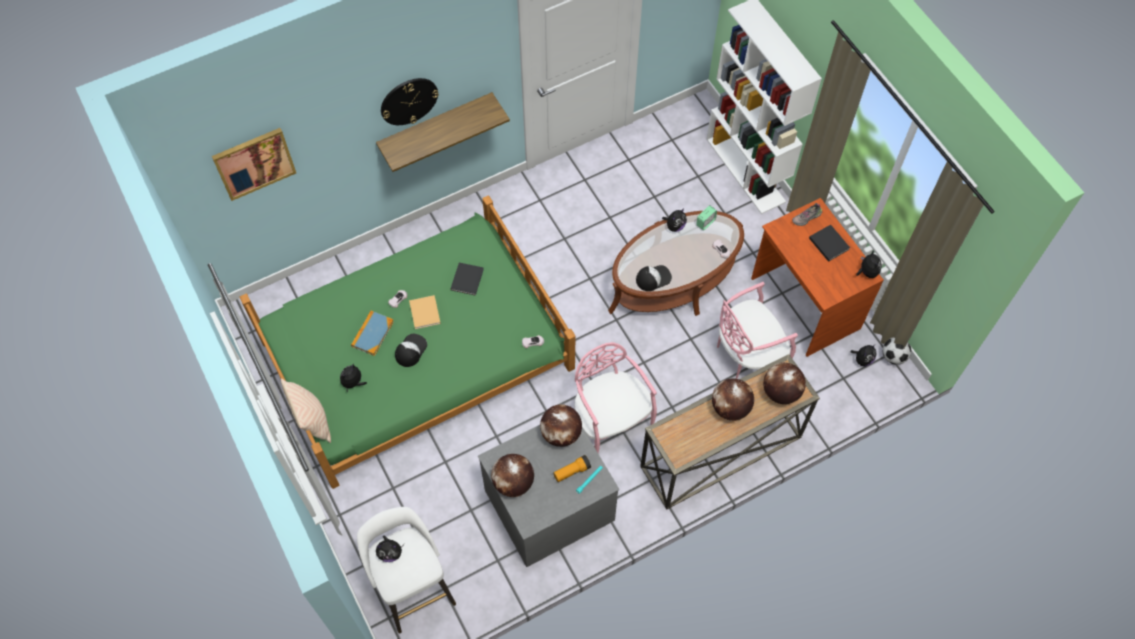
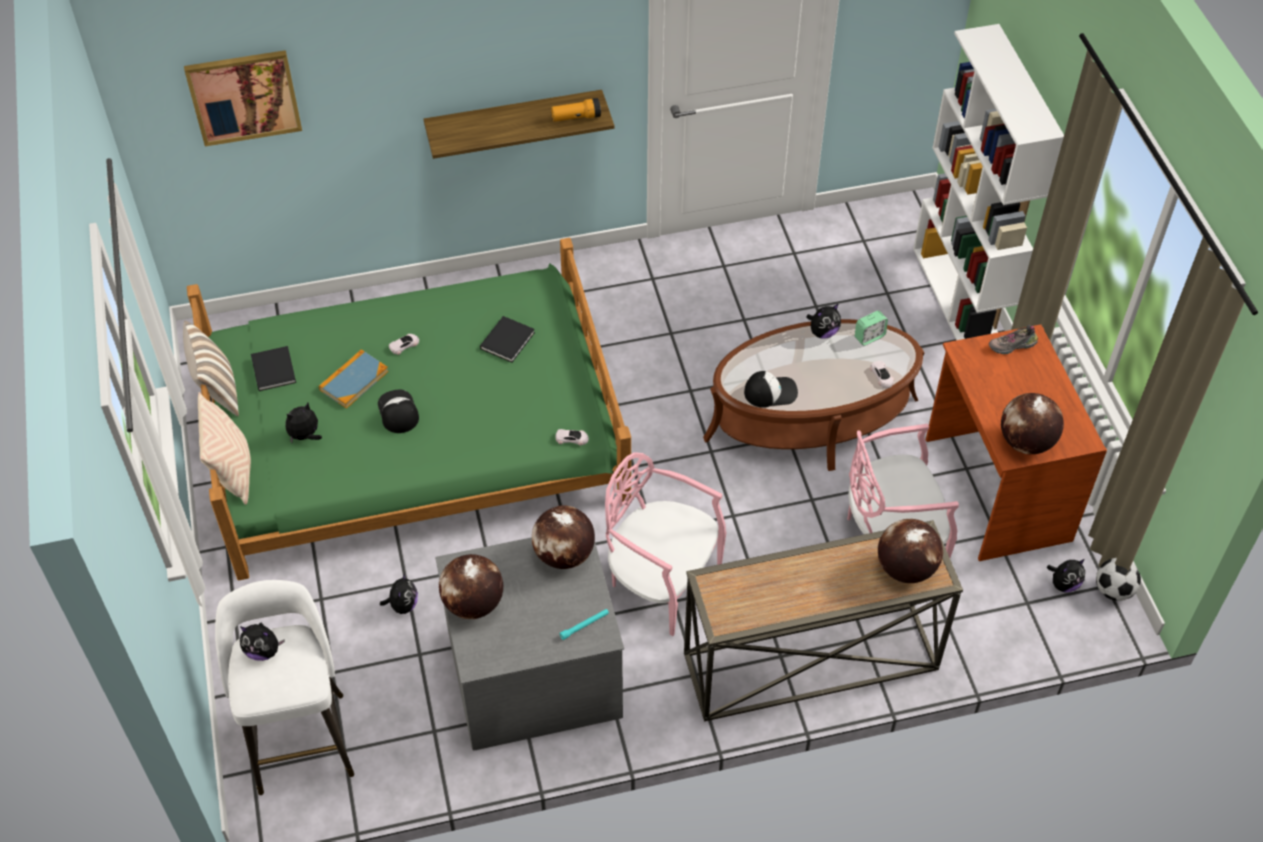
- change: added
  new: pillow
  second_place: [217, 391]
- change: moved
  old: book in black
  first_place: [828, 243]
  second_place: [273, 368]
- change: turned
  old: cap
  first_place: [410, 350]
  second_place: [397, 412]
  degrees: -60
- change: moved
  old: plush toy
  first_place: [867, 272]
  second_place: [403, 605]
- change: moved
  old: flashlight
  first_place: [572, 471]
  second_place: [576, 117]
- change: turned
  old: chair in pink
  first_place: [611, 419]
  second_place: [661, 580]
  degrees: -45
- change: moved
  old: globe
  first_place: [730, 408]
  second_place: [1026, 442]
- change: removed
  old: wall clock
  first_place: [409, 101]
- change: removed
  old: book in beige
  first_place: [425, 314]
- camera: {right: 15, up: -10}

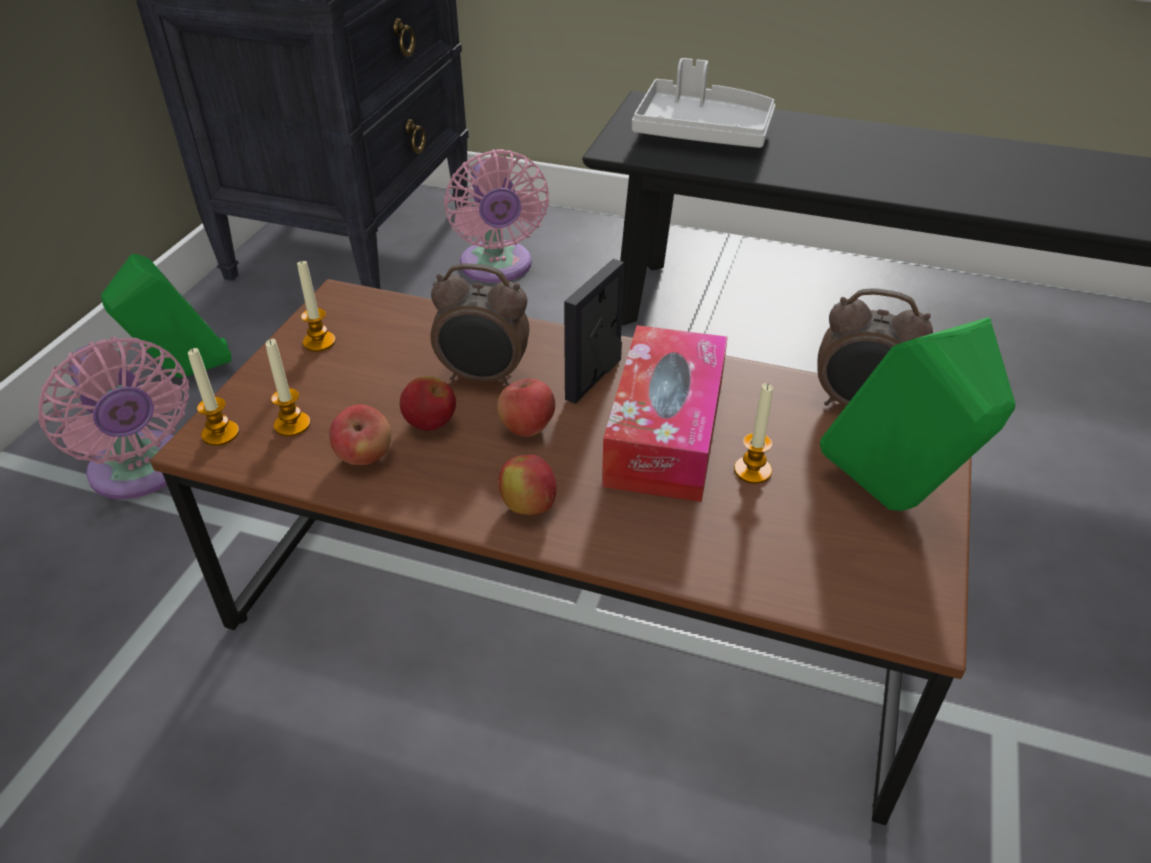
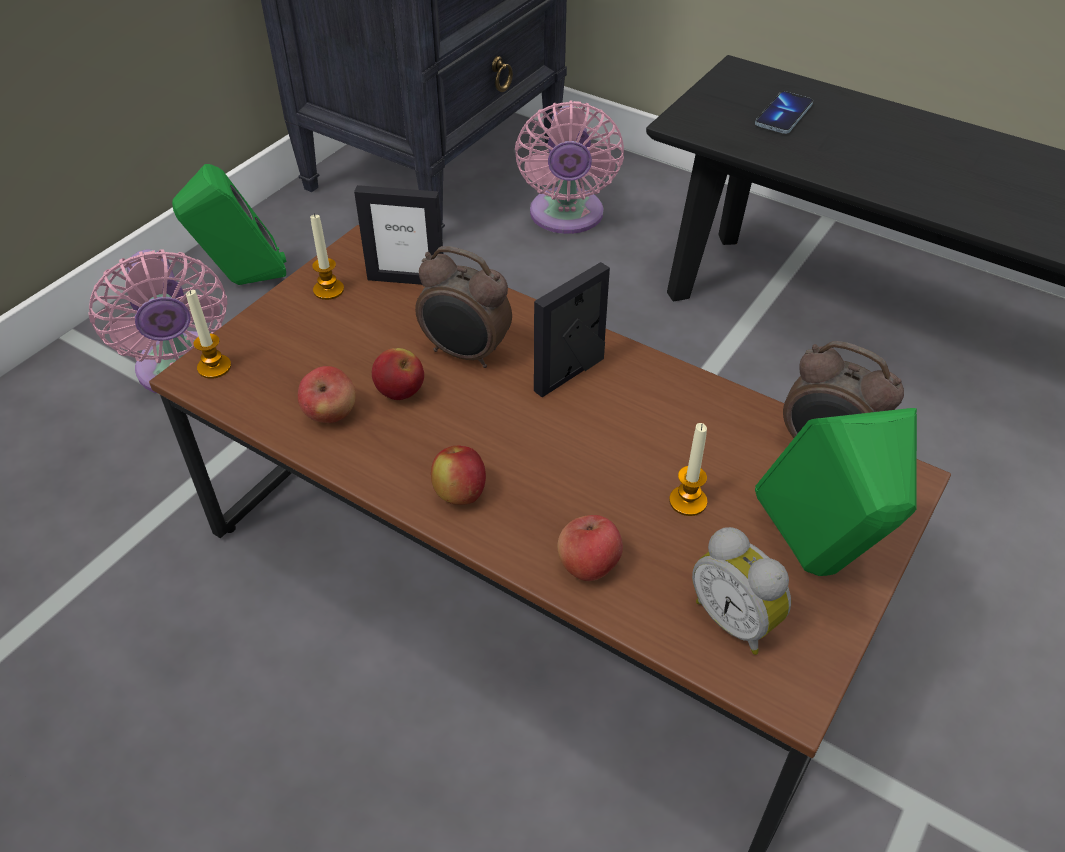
- change: added
  new: picture frame
  second_place: [406, 279]
- change: moved
  old: apple
  first_place: [527, 427]
  second_place: [588, 565]
- change: added
  new: alarm clock
  second_place: [736, 619]
- change: replaced
  old: tray in white
  new: phone
  first_place: [702, 132]
  second_place: [783, 115]
- change: removed
  old: candle
  first_place: [292, 425]
- change: removed
  old: tissue box
  first_place: [665, 432]
- camera: {right: 15, up: 5}

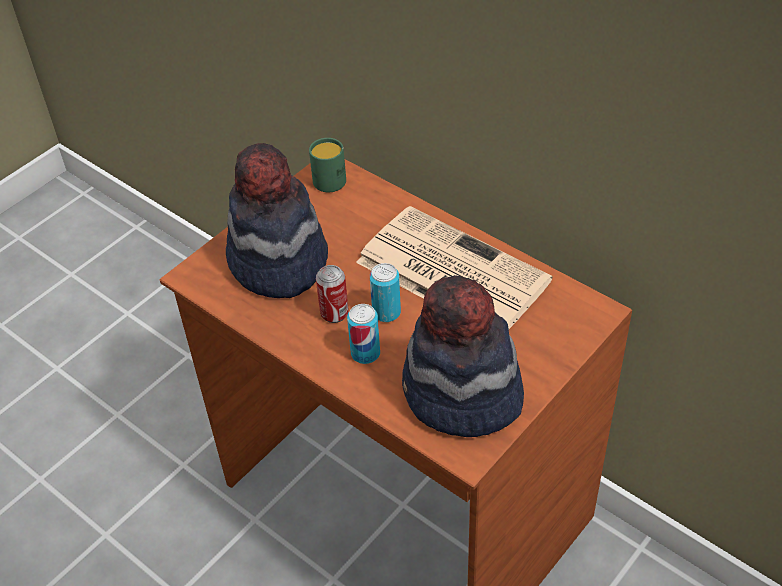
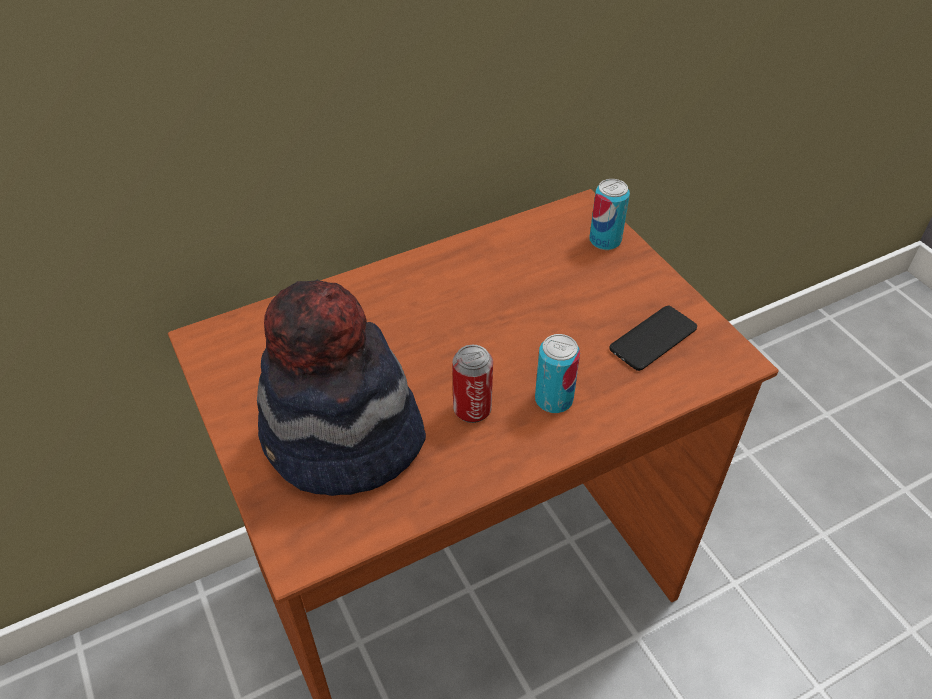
- change: moved
  old: can
  first_place: [386, 312]
  second_place: [605, 241]
- change: replaced
  old: hat
  new: phone
  first_place: [461, 395]
  second_place: [653, 338]
- change: removed
  old: mug in green
  first_place: [328, 177]
- change: removed
  old: newspaper
  first_place: [449, 271]
- camera: {right: -70, up: 0}

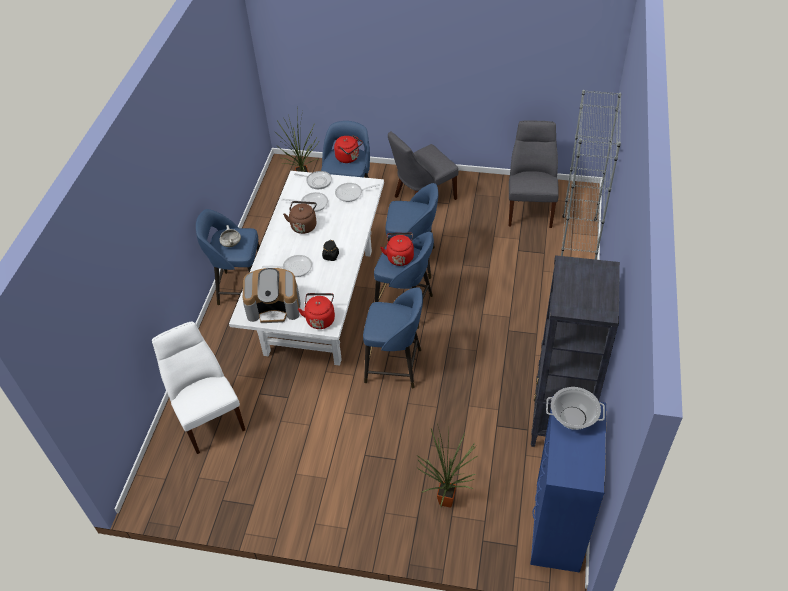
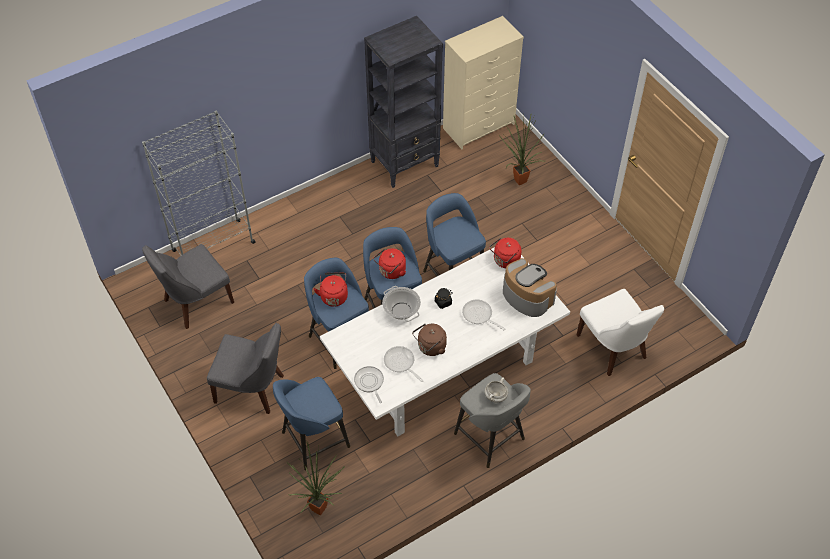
- change: moved
  old: kettle in red
  first_place: [349, 158]
  second_place: [333, 296]
- change: moved
  old: cooking pot
  first_place: [573, 417]
  second_place: [401, 311]
- change: recoloured
  old: dresser in blue
  new: dresser in beige
  first_place: [557, 527]
  second_place: [479, 126]
- change: recoloured
  old: stool in blue
  new: stool in grey
  first_place: [241, 288]
  second_place: [490, 438]
- change: turned
  old: chair in white
  first_place: [208, 417]
  second_place: [613, 349]
  degrees: -45
- change: removed
  old: frying pan
  first_place: [351, 194]
- camera: {right: -135, up: 5}

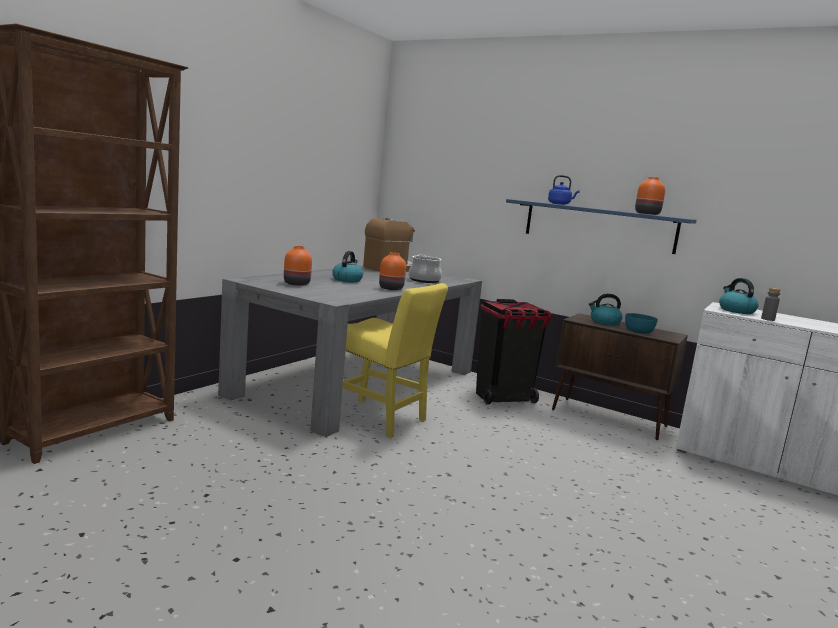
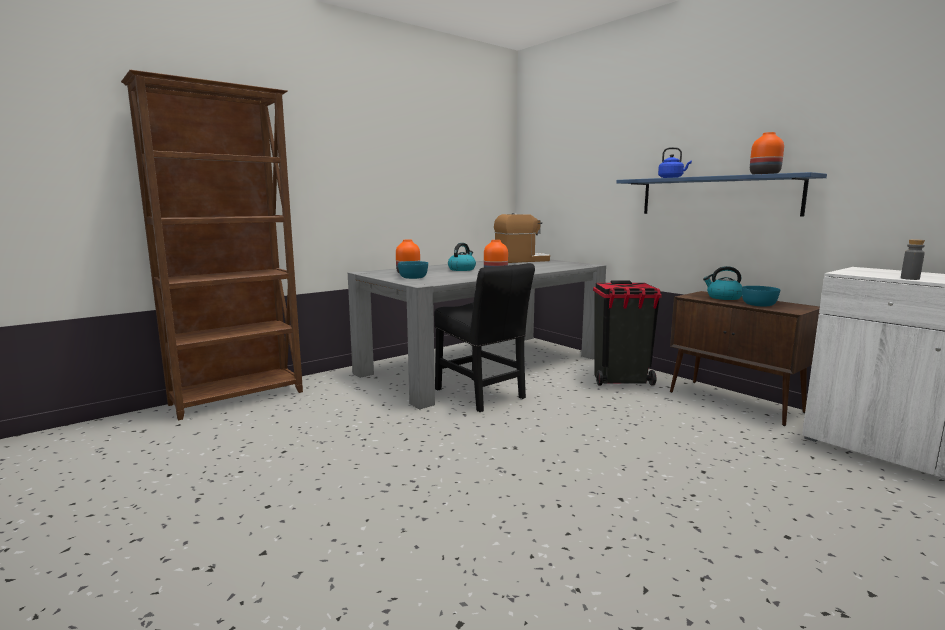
- change: added
  new: bowl in turquoise
  second_place: [412, 277]
- change: recoloured
  old: chair in yellow
  new: chair in black
  first_place: [380, 418]
  second_place: [481, 395]
- change: removed
  old: cooking pot
  first_place: [424, 280]
- change: removed
  old: kettle
  first_place: [736, 310]
- camera: {right: 20, up: 0}

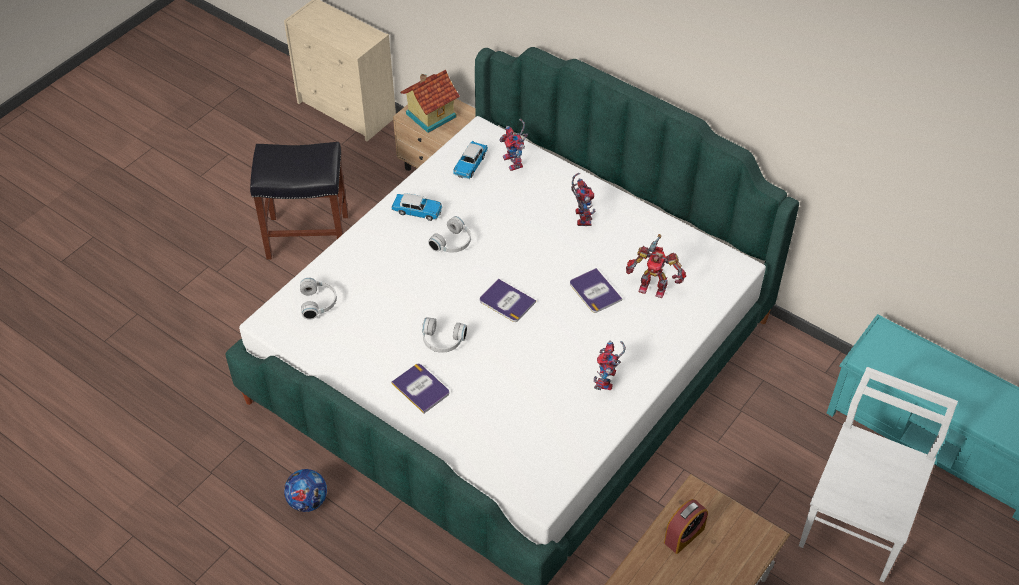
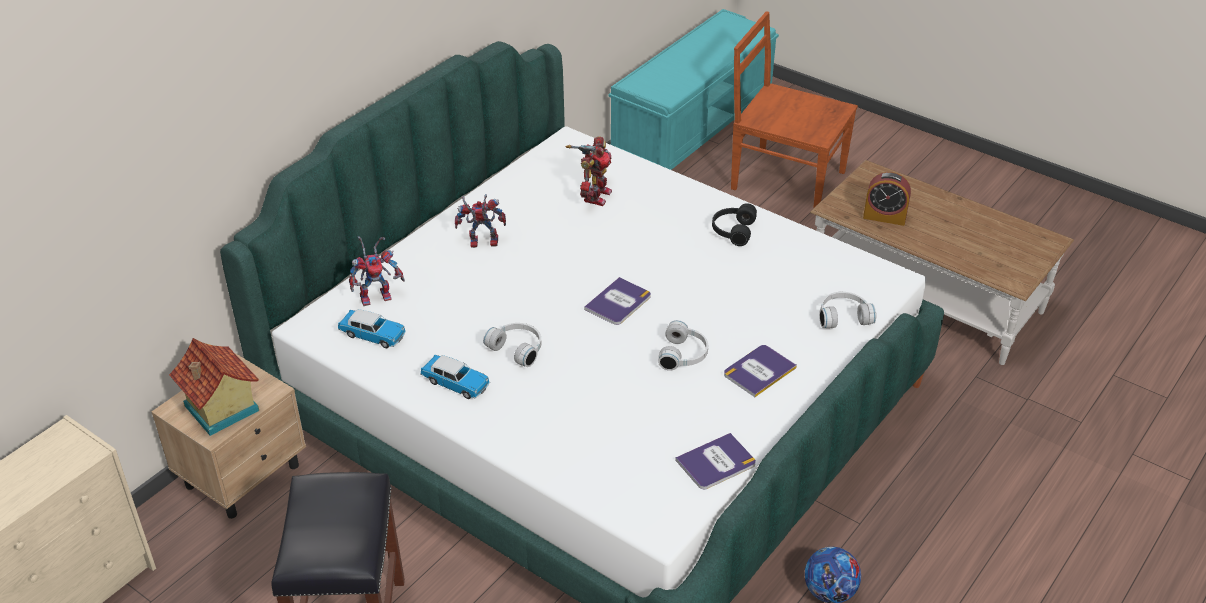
- change: turned
  old: toy car
  first_place: [417, 211]
  second_place: [456, 383]
  degrees: 105
- change: moved
  old: book
  first_place: [595, 291]
  second_place: [716, 462]
- change: replaced
  old: toy robot
  new: headphones in black
  first_place: [607, 382]
  second_place: [732, 231]
- change: recoloured
  old: chair in white
  new: chair in brown
  first_place: [857, 521]
  second_place: [785, 179]
- change: moved
  old: headphones in white
  first_place: [319, 302]
  second_place: [843, 316]
- change: turned
  old: alarm clock
  first_place: [684, 535]
  second_place: [884, 217]
  degrees: 150
- camera: {right: -90, up: -10}

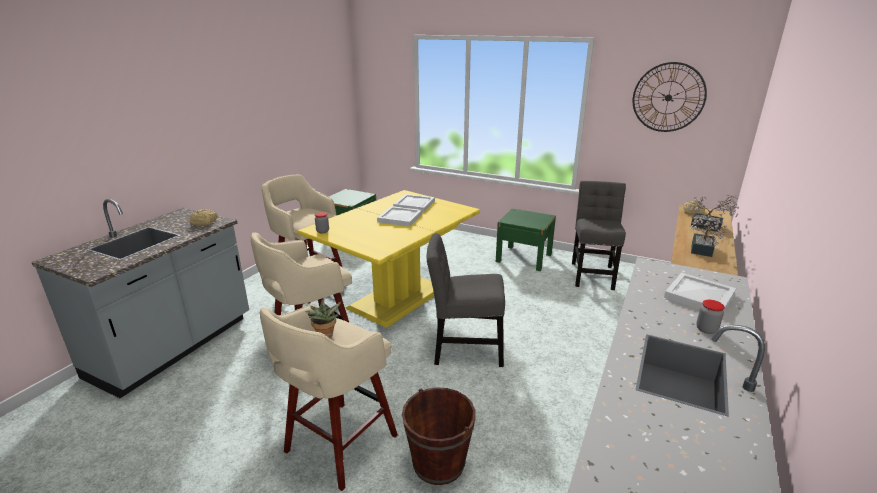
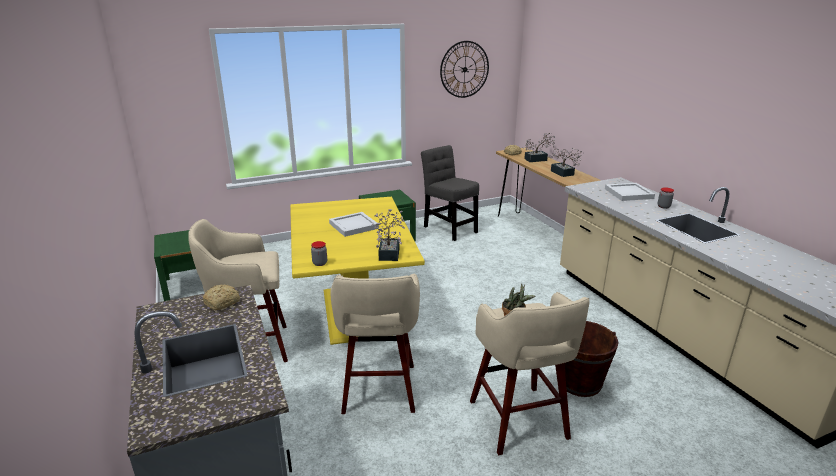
- change: added
  new: potted plant
  second_place: [390, 252]
- change: removed
  old: tray in white
  first_place: [414, 204]
- change: removed
  old: chair in grey
  first_place: [464, 350]
- camera: {right: -50, up: 0}

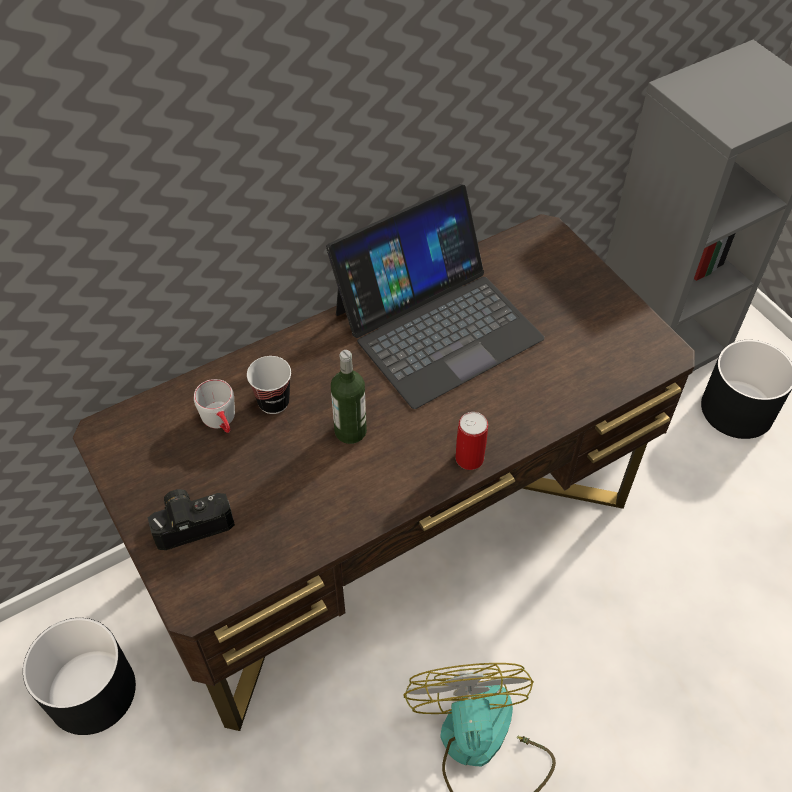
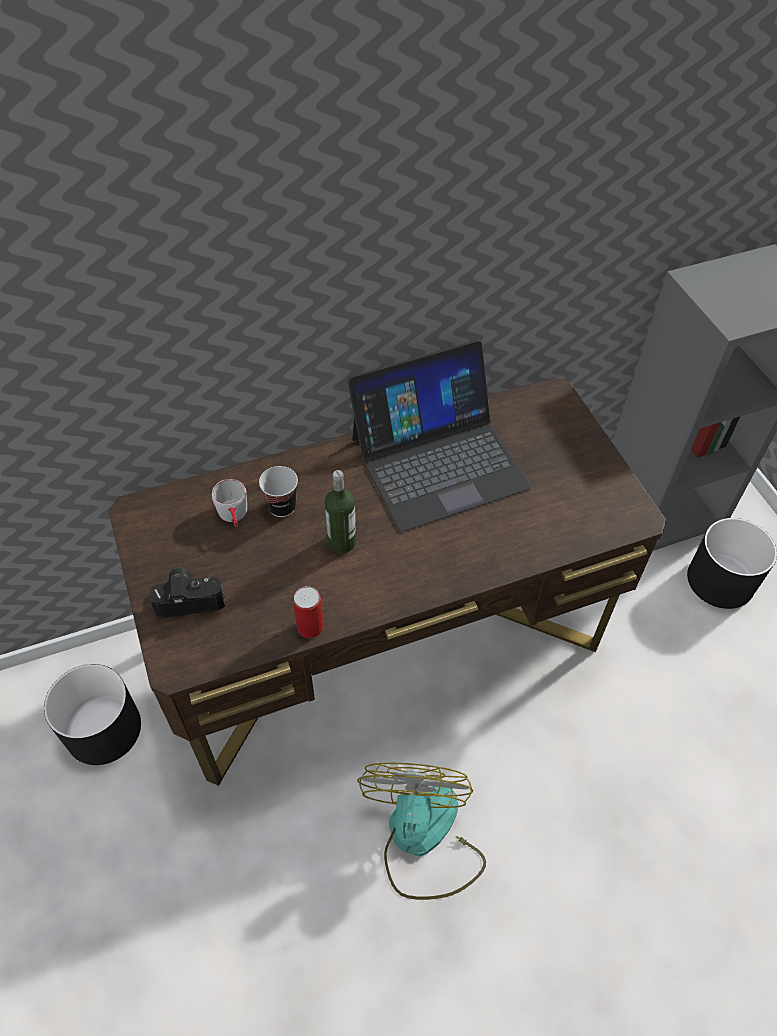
- change: moved
  old: can
  first_place: [469, 458]
  second_place: [310, 627]
- camera: {right: 10, up: 0}

